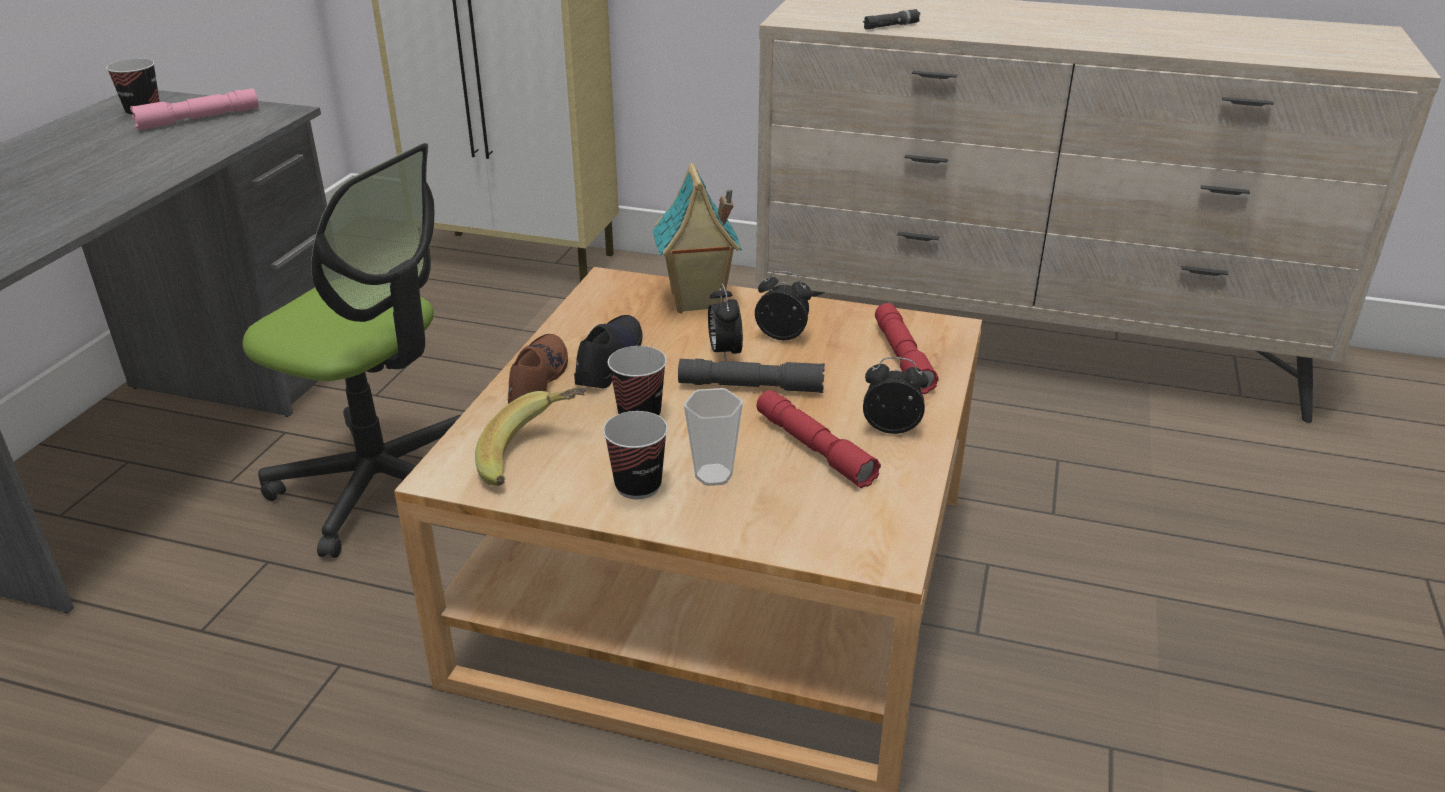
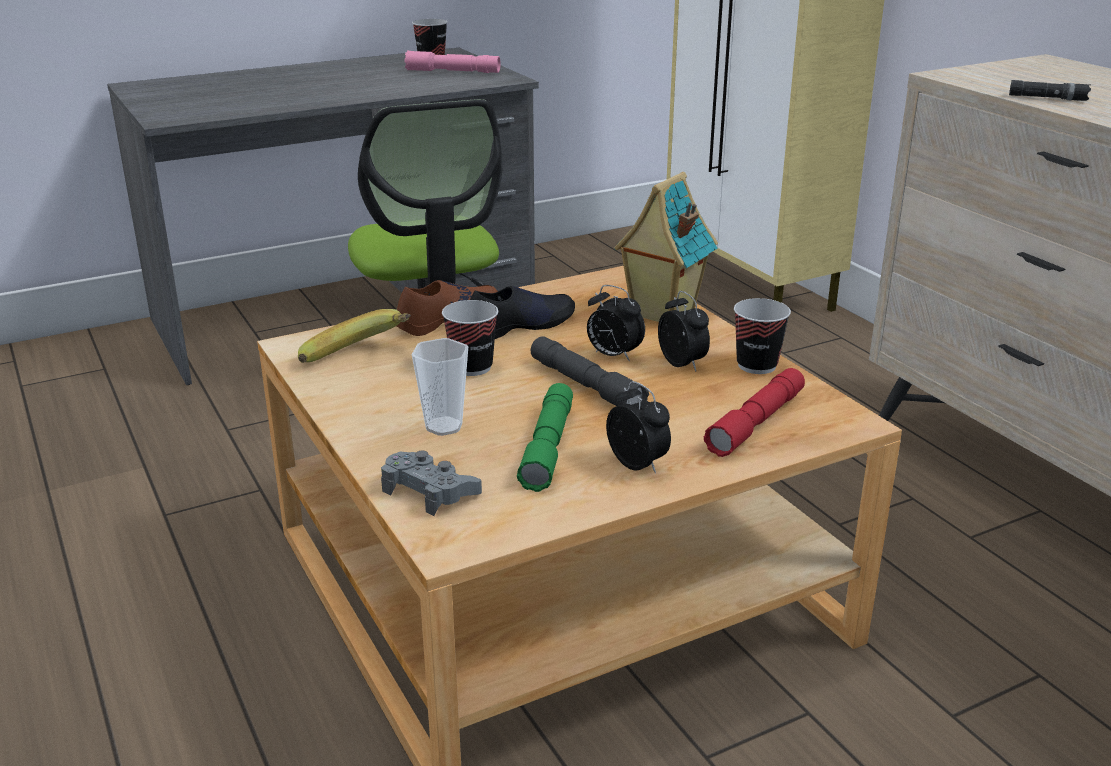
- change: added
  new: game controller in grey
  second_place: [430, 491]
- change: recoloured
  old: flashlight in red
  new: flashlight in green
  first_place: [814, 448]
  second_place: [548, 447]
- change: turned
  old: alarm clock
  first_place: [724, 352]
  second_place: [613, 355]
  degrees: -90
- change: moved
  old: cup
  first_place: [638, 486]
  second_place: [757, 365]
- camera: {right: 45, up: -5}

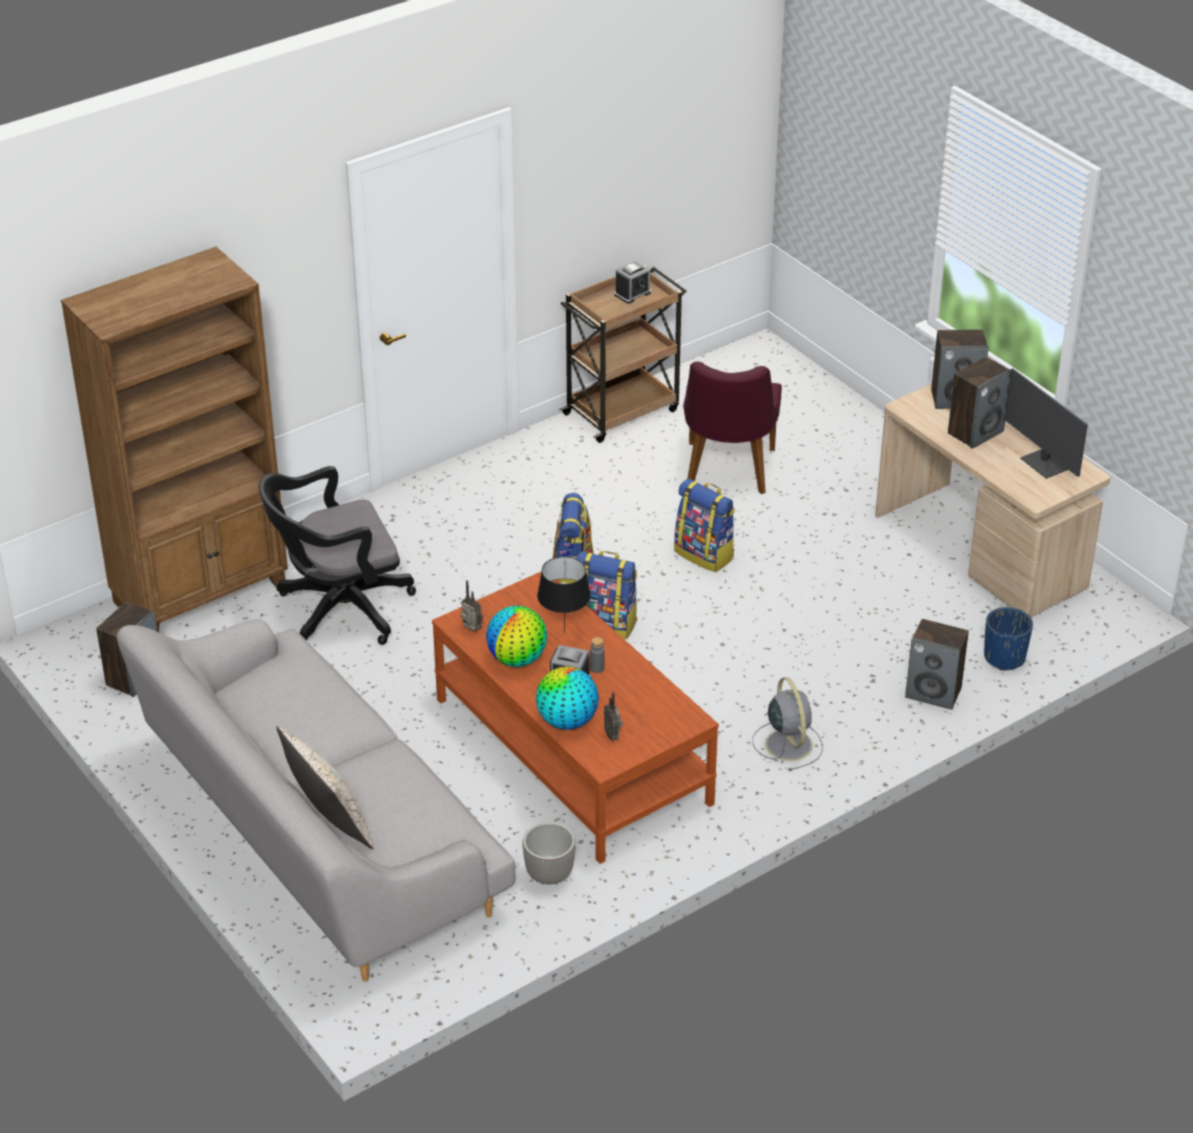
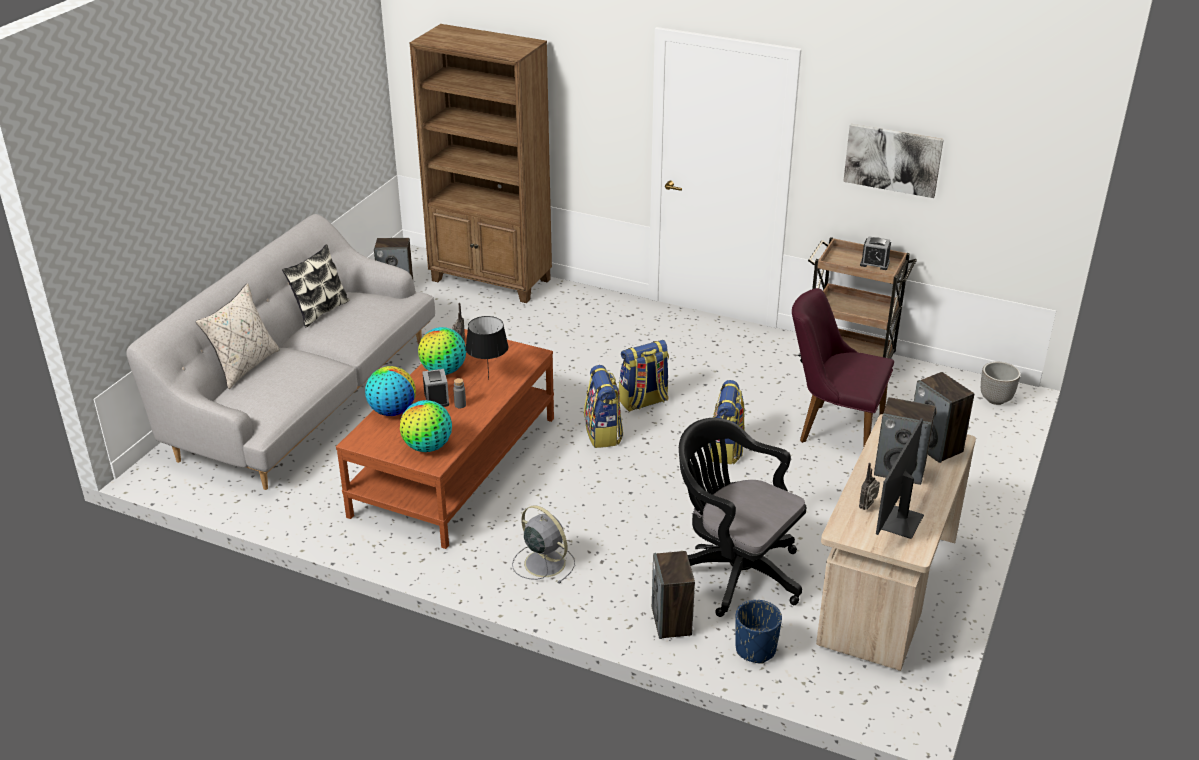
- change: added
  new: pillow
  second_place: [320, 311]
- change: added
  new: globe
  second_place: [428, 447]
- change: turned
  old: fan in grey
  first_place: [788, 743]
  second_place: [543, 562]
  degrees: -90
- change: moved
  old: office chair in black
  first_place: [338, 610]
  second_place: [734, 571]
- change: turned
  old: chair in purple
  first_place: [727, 473]
  second_place: [833, 428]
  degrees: 45
- change: added
  new: picture
  second_place: [893, 159]
- change: moved
  old: radio
  first_place: [613, 735]
  second_place: [868, 507]
- change: moved
  old: planter
  first_place: [548, 875]
  second_place: [995, 399]
- camera: {right: 60, up: -5}

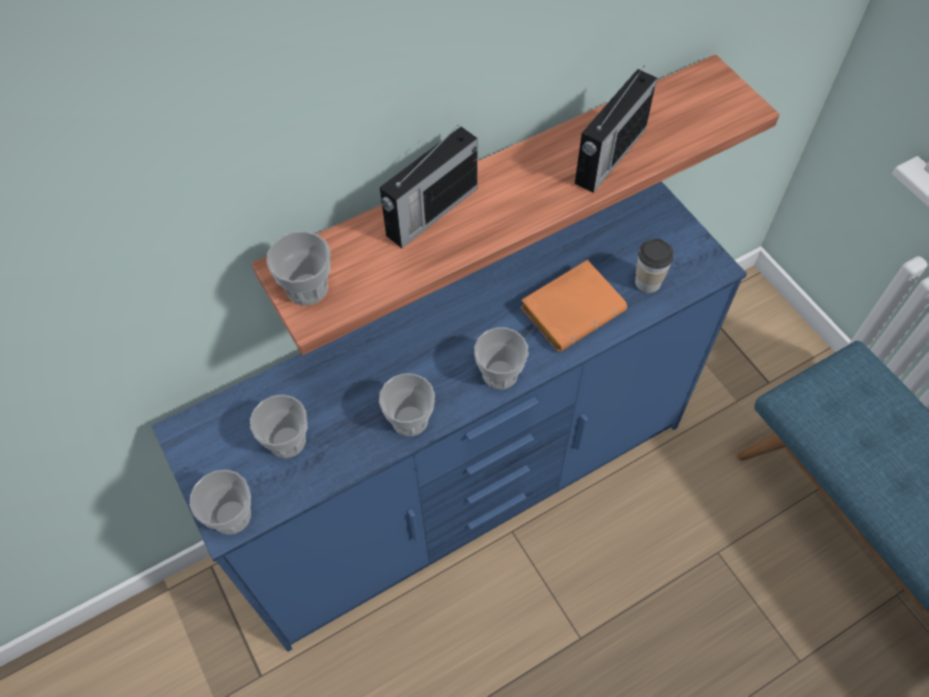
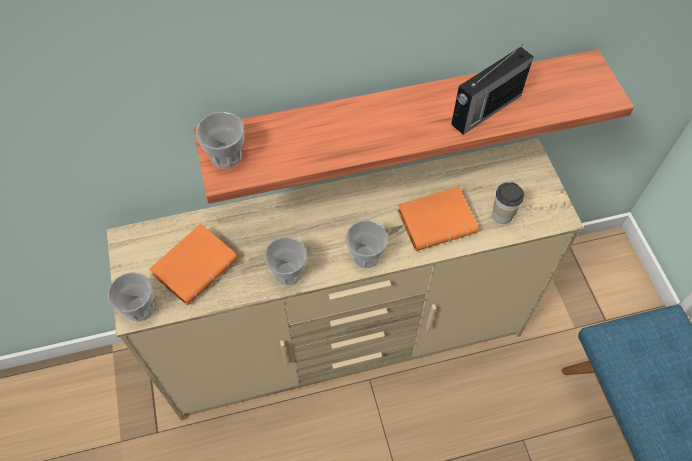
- change: recoloured
  old: dresser in blue
  new: dresser in beige
  first_place: [468, 489]
  second_place: [347, 339]
- change: replaced
  old: cup
  new: book in orange
  first_place: [287, 441]
  second_place: [195, 265]
- change: removed
  old: radio
  first_place: [430, 213]
- camera: {right: 15, up: 0}

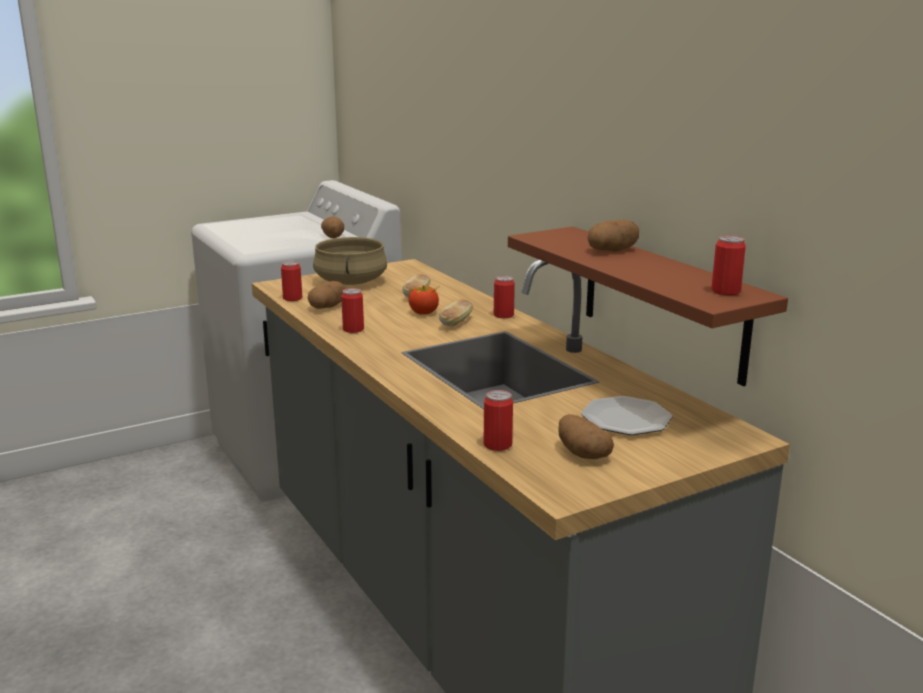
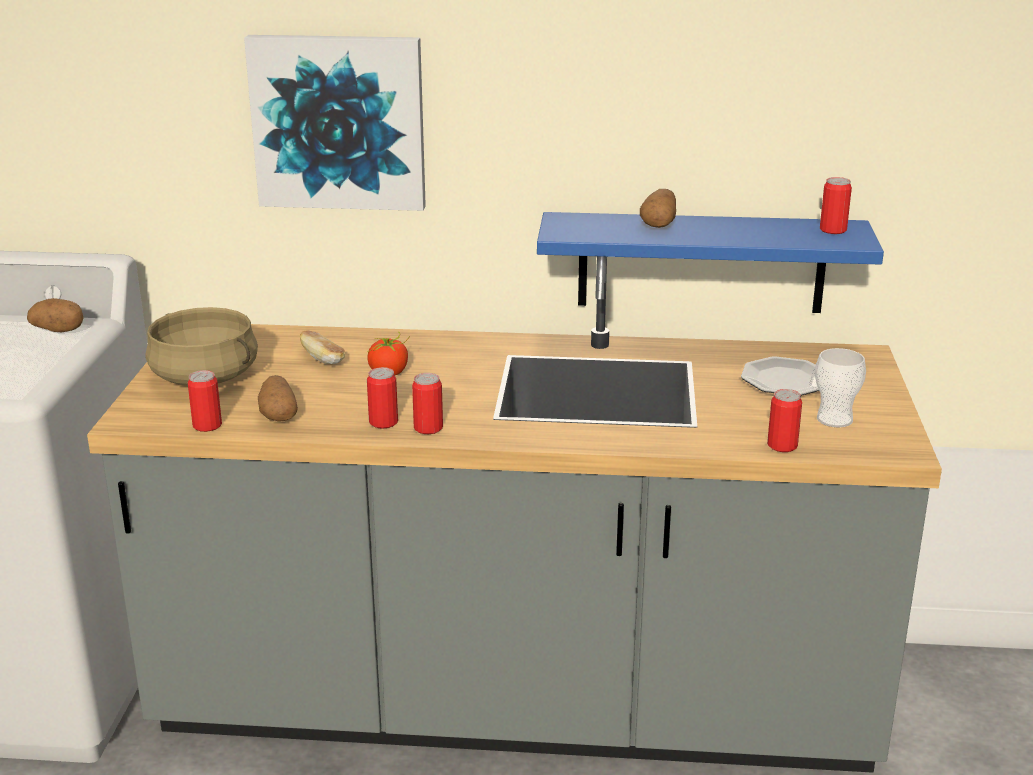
- change: added
  new: picture
  second_place: [339, 122]
- change: moved
  old: can
  first_place: [503, 315]
  second_place: [428, 428]
- change: recoloured
  old: shelf in brown
  new: shelf in blue
  first_place: [662, 302]
  second_place: [701, 262]
- change: replaced
  old: potato
  new: cup
  first_place: [581, 454]
  second_place: [834, 419]
- change: removed
  old: bread
  first_place: [456, 323]
- camera: {right: -55, up: 5}

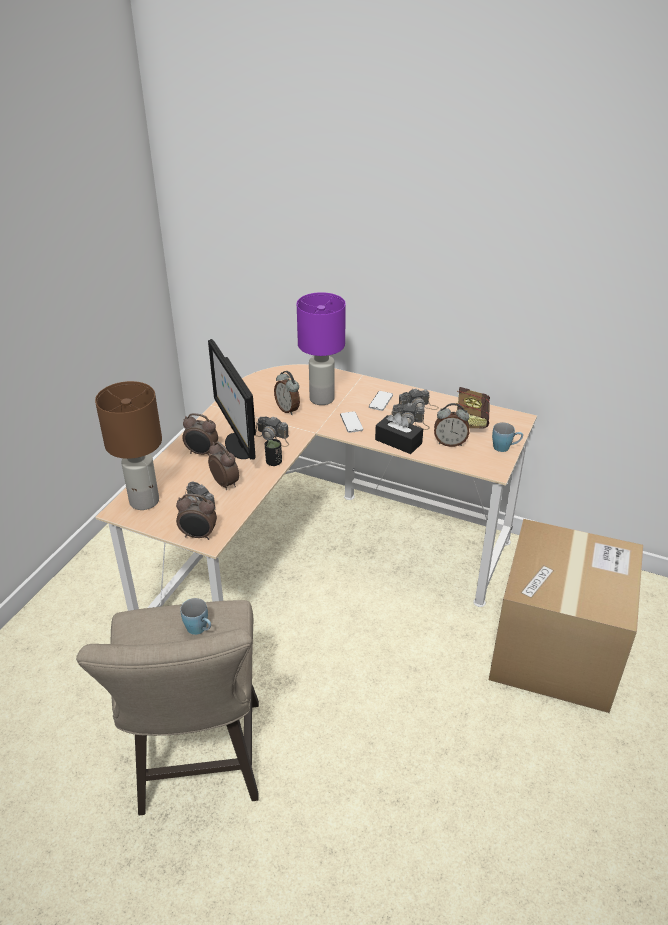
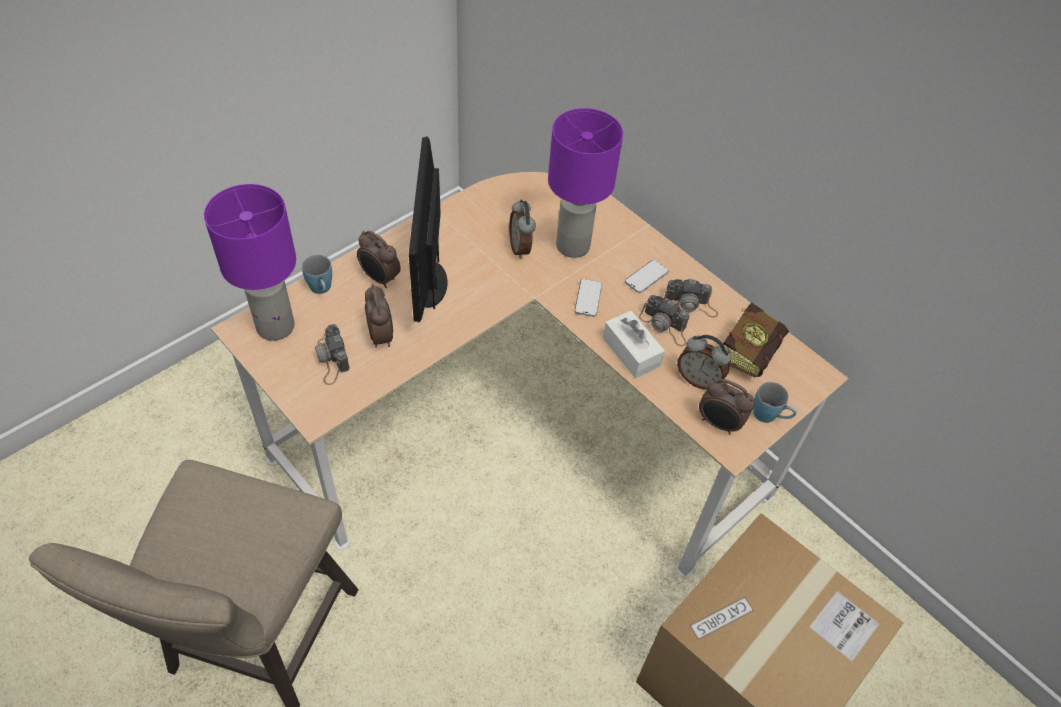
- change: recoloured
  old: table lamp in brown
  new: table lamp in purple
  first_place: [145, 501]
  second_place: [276, 327]
- change: moved
  old: mug in blue
  first_place: [200, 629]
  second_place: [322, 290]
- change: recoloured
  old: tissue box in black
  new: tissue box in white
  first_place: [398, 441]
  second_place: [631, 352]
- change: moved
  old: alarm clock
  first_place: [198, 536]
  second_place: [718, 424]
- change: removed
  old: photo camera
  first_place: [273, 437]
- change: removed
  old: cup in black
  first_place: [273, 462]
- camera: {right: 20, up: 15}

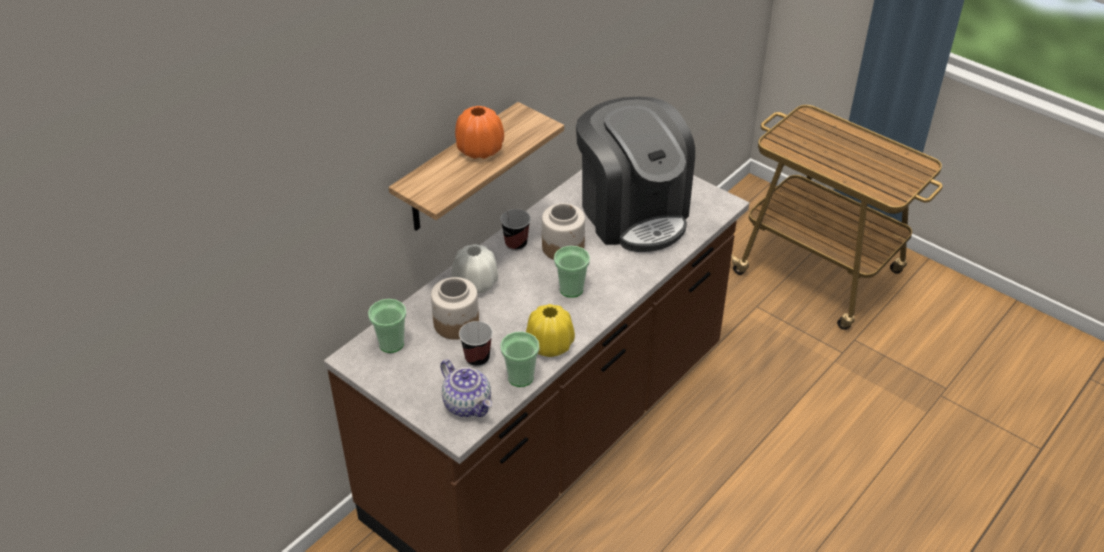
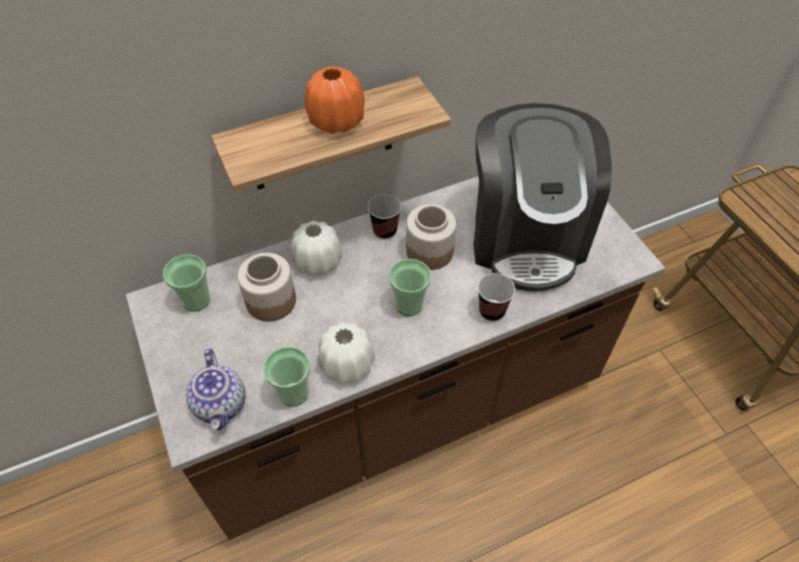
- change: recoloured
  old: vase in yellow
  new: vase in white
  first_place: [550, 345]
  second_place: [347, 365]
- change: moved
  old: cup
  first_place: [477, 358]
  second_place: [492, 311]
- camera: {right: 25, up: 10}

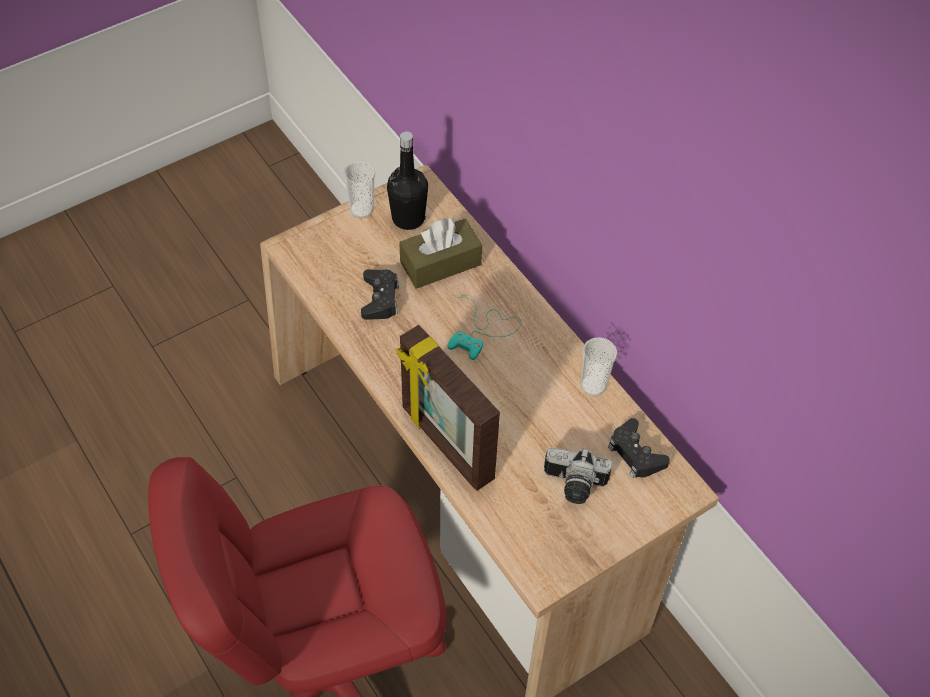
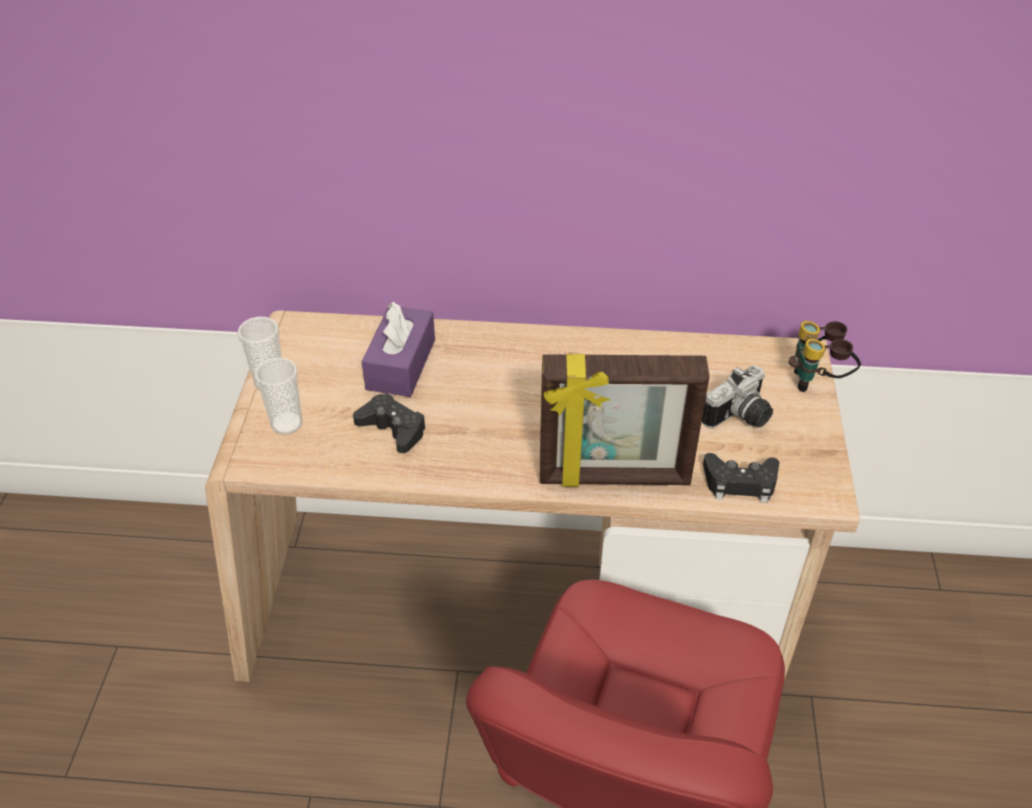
- change: moved
  old: cup
  first_place: [593, 385]
  second_place: [287, 423]
- change: recoloured
  old: tissue box in brown
  new: tissue box in purple
  first_place: [440, 263]
  second_place: [401, 364]
- change: moved
  old: game controller in black
  first_place: [635, 454]
  second_place: [740, 483]
- change: added
  new: binoculars
  second_place: [818, 381]
- change: removed
  old: bottle in black
  first_place: [408, 218]
- change: removed
  old: game controller in turquoise
  first_place: [483, 330]
- camera: {right: -50, up: -10}

